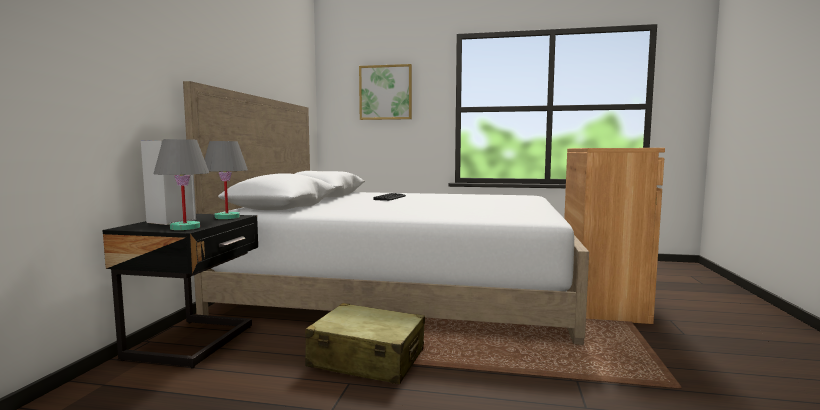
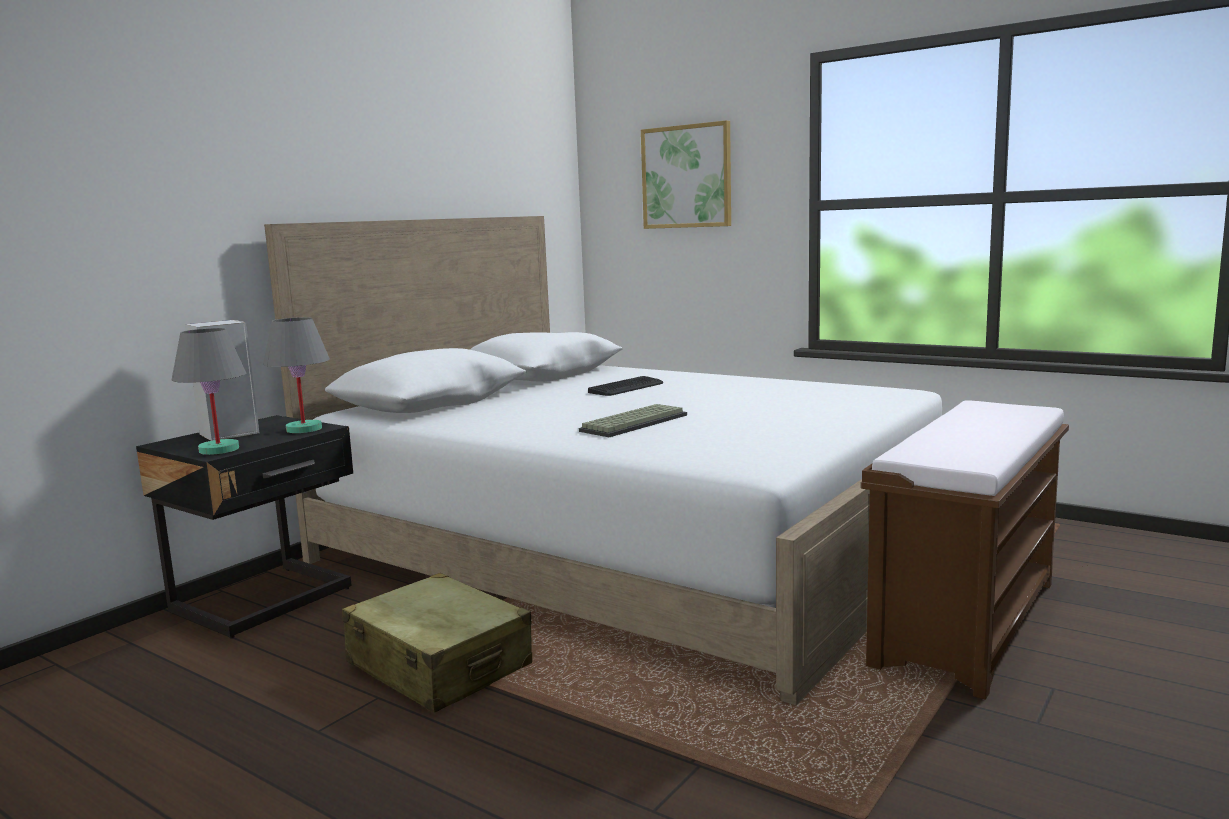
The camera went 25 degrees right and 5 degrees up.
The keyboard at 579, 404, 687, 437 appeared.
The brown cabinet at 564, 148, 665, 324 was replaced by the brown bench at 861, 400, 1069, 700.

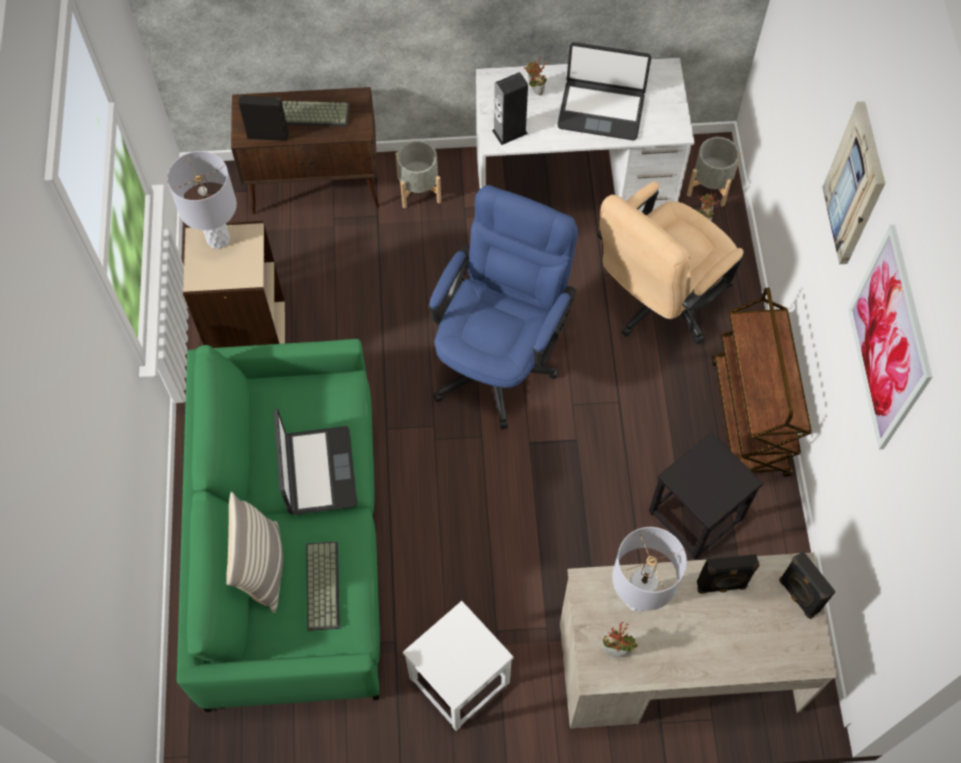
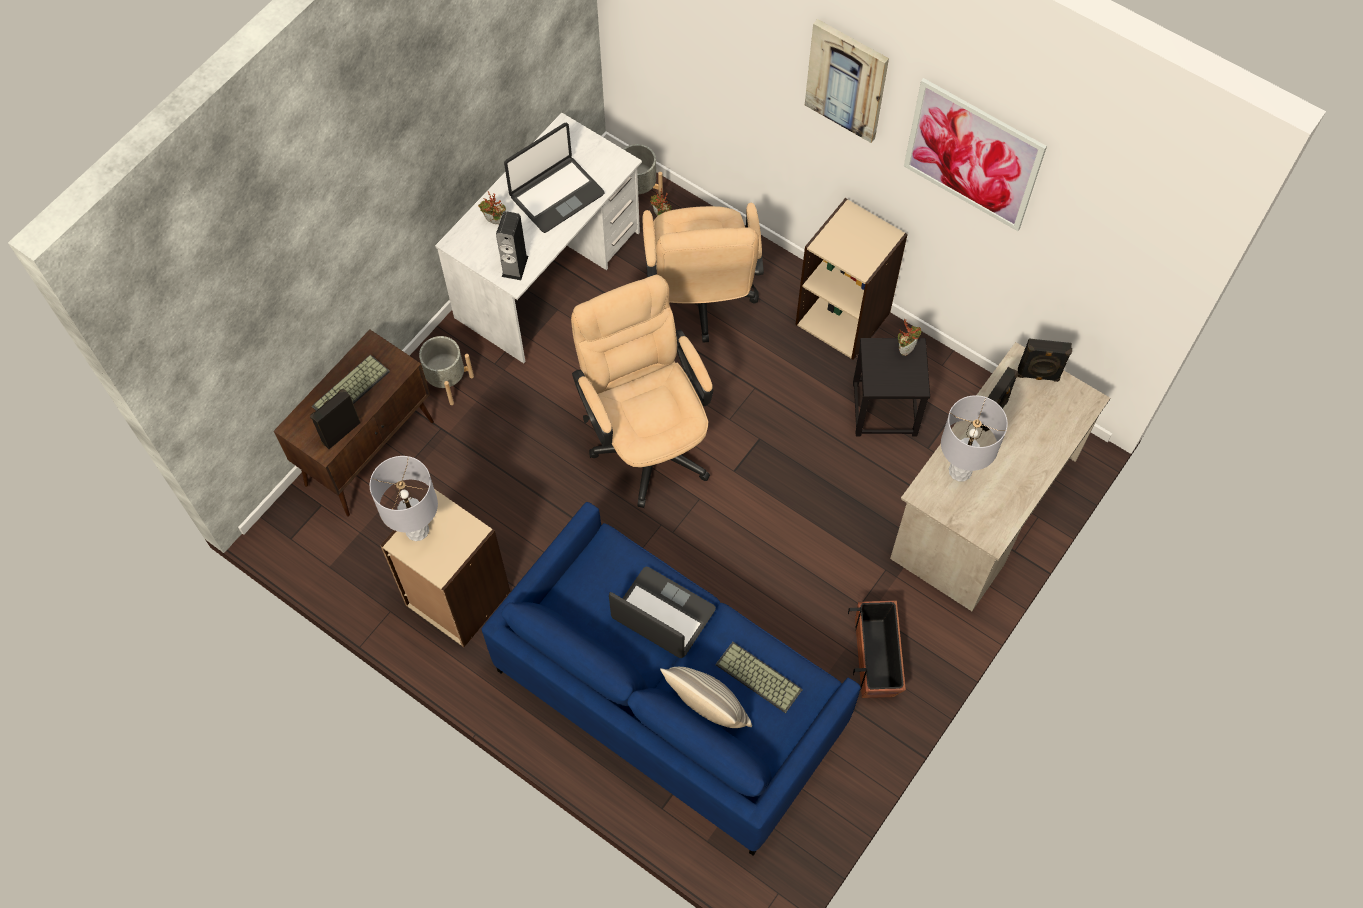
The camera went 50 degrees left and 0 degrees up.
The potted plant moved from 603, 622, 638, 658 to 898, 319, 922, 356.
The white stool at 403, 601, 514, 731 was replaced by the planter at 848, 601, 906, 698.
The brown cart at 711, 288, 812, 477 was replaced by the beige bookcase at 795, 198, 908, 360.
The green sofa at 176, 339, 380, 712 became the blue sofa at 482, 502, 861, 856.
The blue office chair at 429, 185, 578, 429 became the beige office chair at 571, 275, 713, 508.

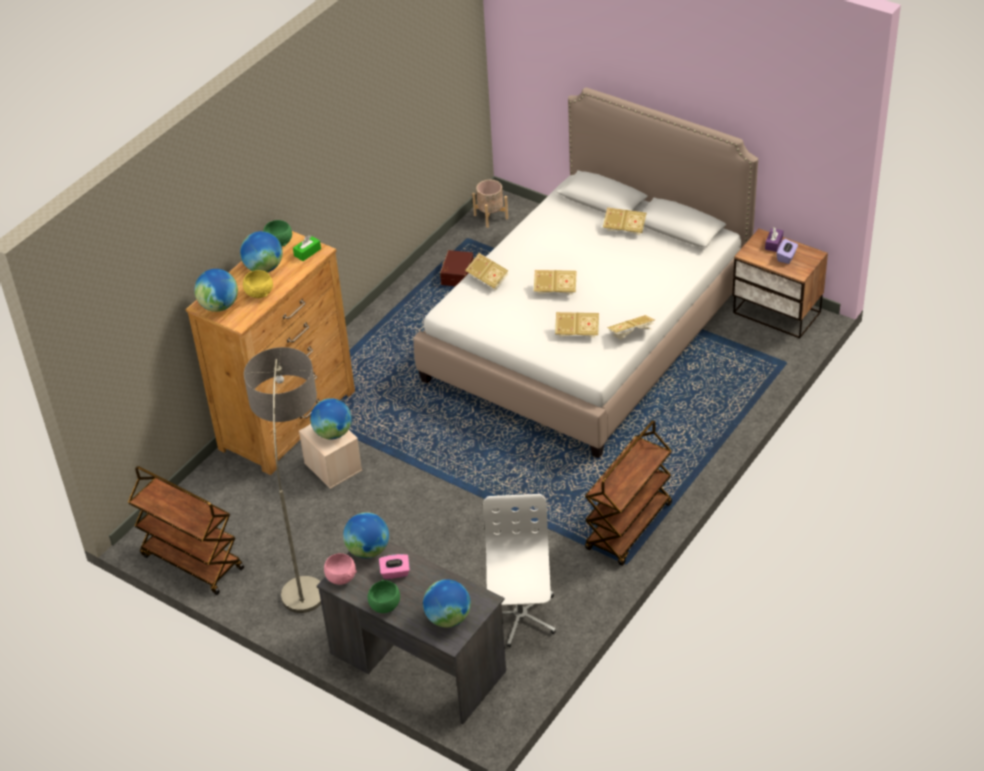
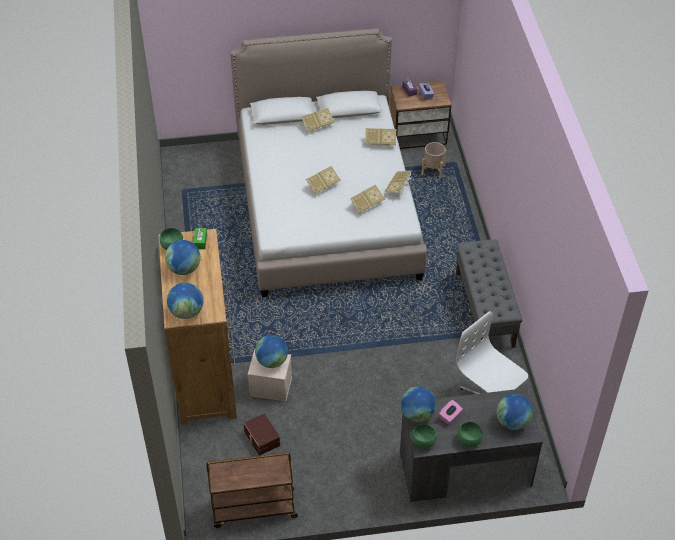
The camera went 45 degrees left and 5 degrees up.
The yellow bowl at 243, 270, 273, 298 disappeared.
The floor lamp at 244, 347, 321, 613 disappeared.
The brown storage box moved from 440, 250, 474, 286 to 244, 414, 280, 456.
The book moved from 465, 253, 508, 291 to 365, 128, 396, 147.
The beige planter moved from 472, 180, 508, 228 to 422, 142, 447, 179.
The brown cart at 585, 420, 672, 566 was replaced by the grey bench at 456, 239, 522, 348.
The pink bowl at 324, 553, 357, 585 became the green bowl at 411, 424, 438, 449.

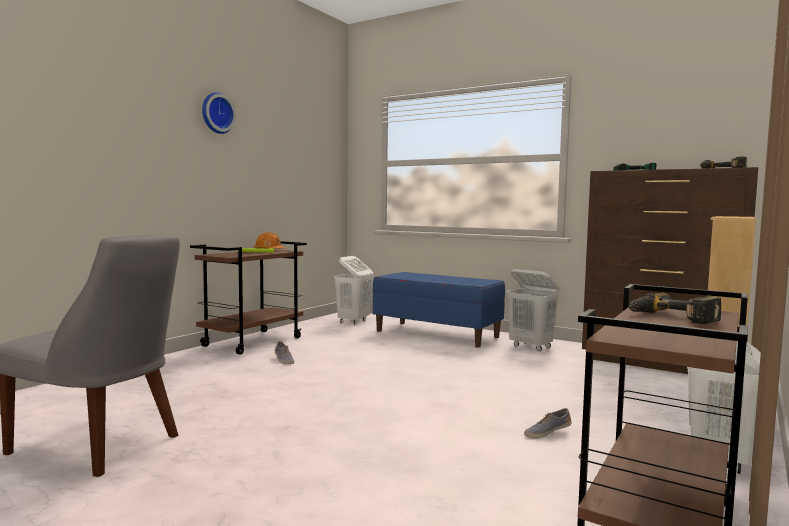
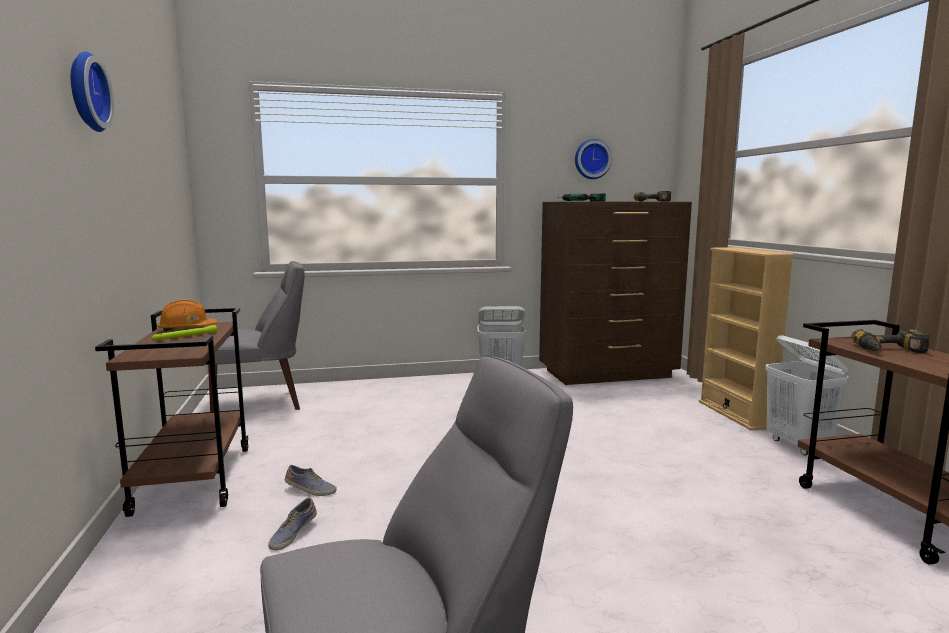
The camera went 45 degrees left and 5 degrees up.
The blue bench at 373, 272, 505, 347 disappeared.
The wall clock at 575, 139, 612, 179 appeared.
The shoe moved from 524, 408, 572, 439 to 268, 497, 317, 550.
The white laundry basket at 334, 256, 373, 325 was replaced by the grey chair at 207, 261, 305, 412.

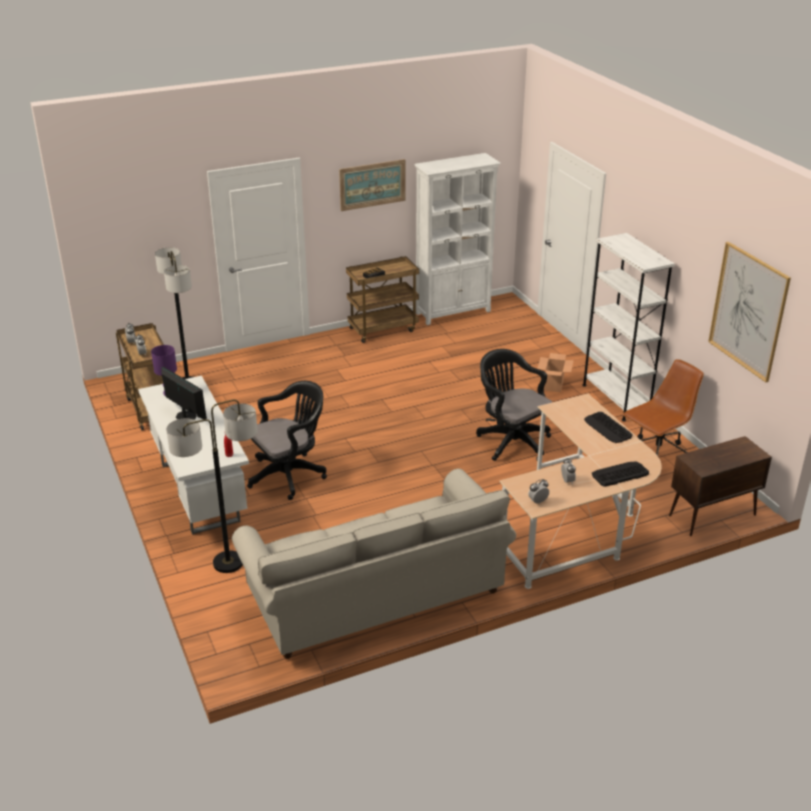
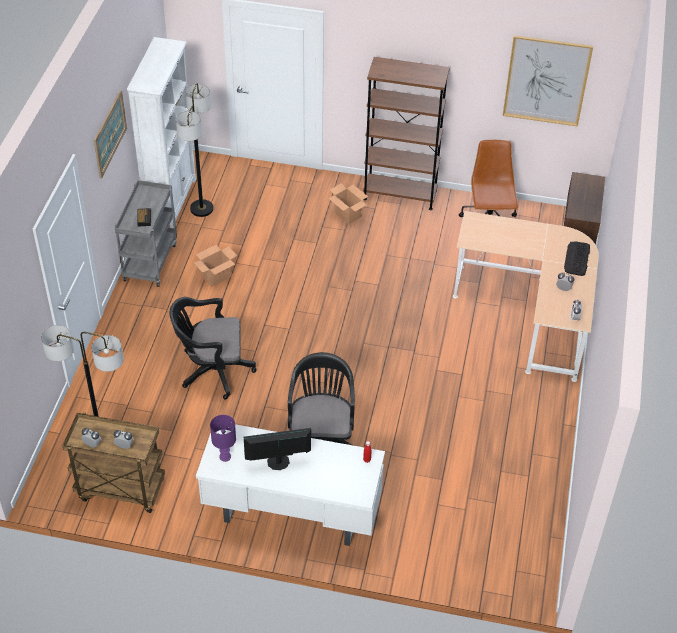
The camera went 55 degrees left and 15 degrees up.
The beige sofa at 232, 469, 516, 659 disappeared.
The keyboard at 584, 412, 633, 443 disappeared.
The cardboard box at 194, 245, 237, 287 appeared.
The floor lamp moved from 166, 399, 258, 573 to 176, 83, 213, 217.
The black office chair moved from 476, 349, 552, 461 to 169, 297, 256, 400.
The brown cart at 346, 256, 419, 343 became the grey cart at 115, 180, 177, 287.
The white bookcase at 582, 233, 675, 422 became the brown bookcase at 363, 57, 450, 210.

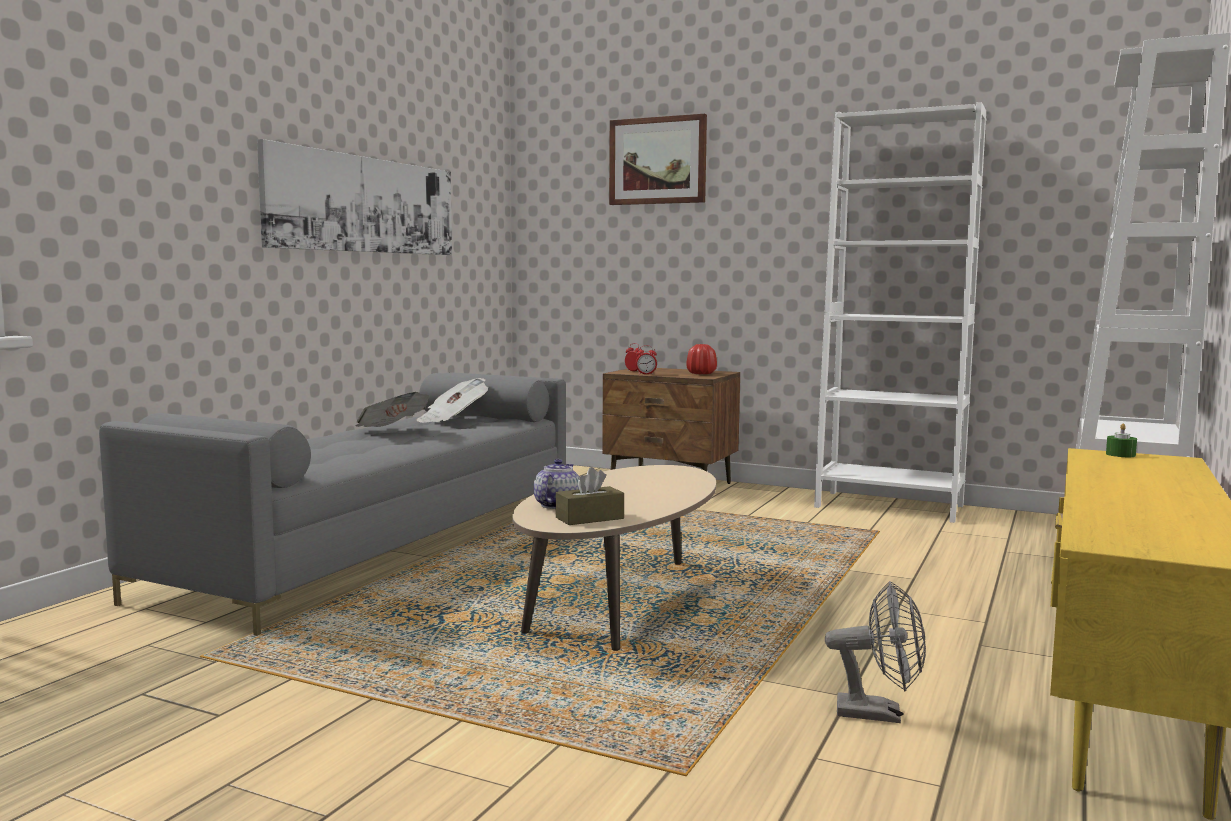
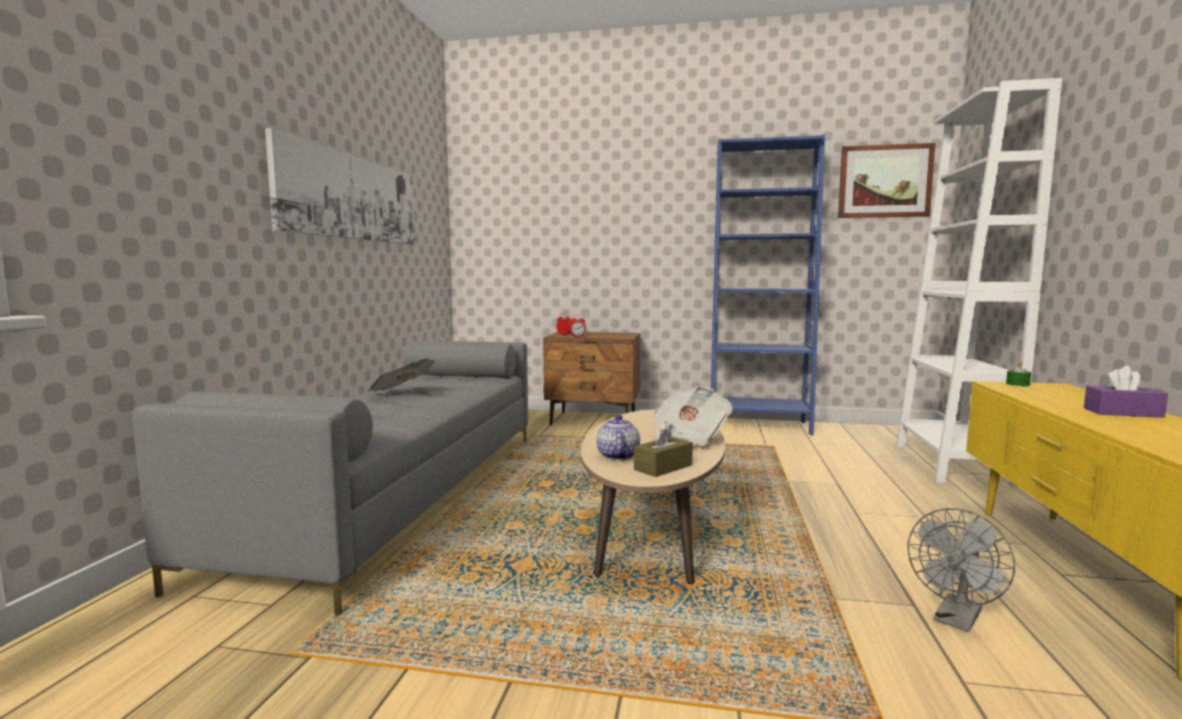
The camera went 15 degrees left and 0 degrees up.
The red vase at 687, 344, 717, 374 disappeared.
The purple tissue box at 1084, 366, 1168, 418 appeared.
The newspaper moved from 417, 378, 488, 423 to 652, 386, 733, 446.
The picture moved from 609, 114, 707, 205 to 838, 143, 935, 218.
The white bookcase at 814, 102, 986, 523 became the blue bookcase at 711, 135, 825, 435.
The grey fan at 825, 581, 926, 723 turned 135 degrees clockwise.

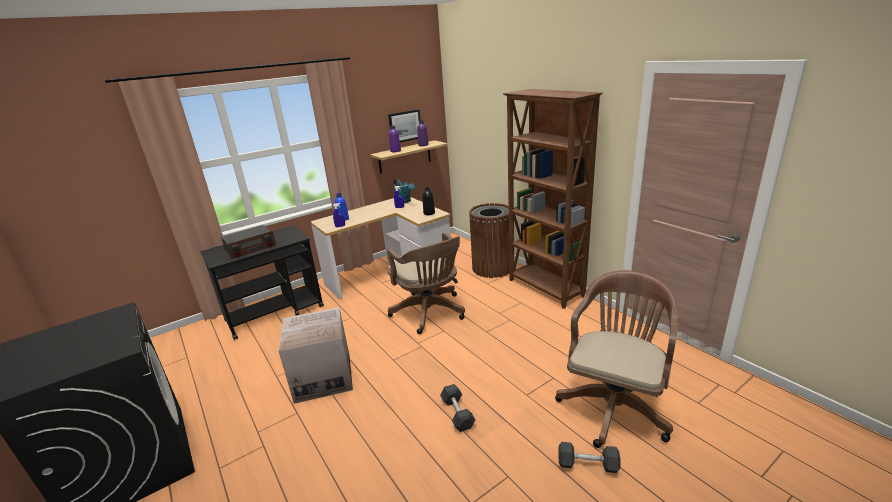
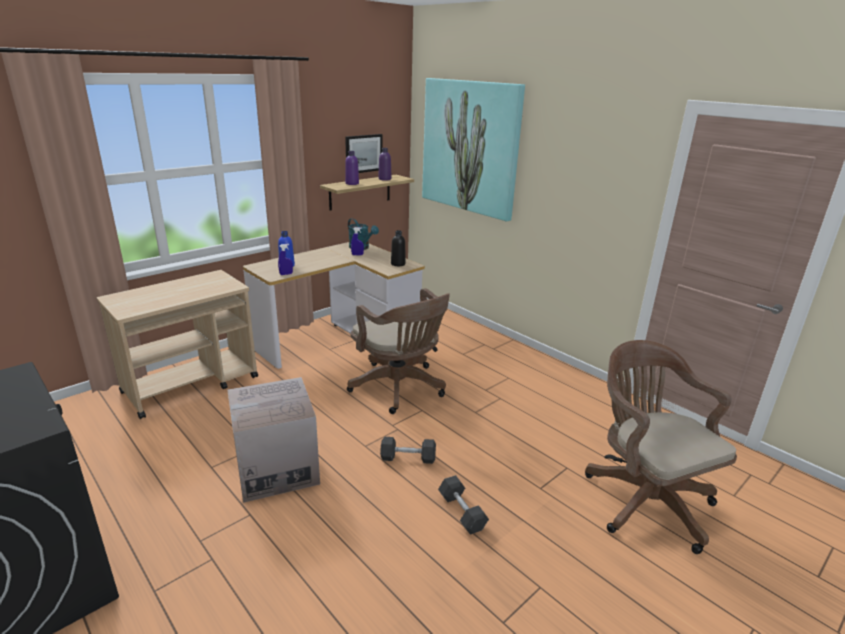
The camera went 10 degrees left and 0 degrees up.
The radio at 221, 225, 276, 259 disappeared.
The brown trash can at 469, 203, 509, 278 disappeared.
The brown bookcase at 503, 89, 603, 309 disappeared.
The picture at 422, 78, 525, 221 appeared.
The grey dumbbell moved from 558, 442, 620, 473 to 380, 437, 436, 464.
The black cart at 201, 225, 324, 340 became the beige cart at 97, 270, 258, 419.
The brown office chair at 555, 270, 678, 448 turned 45 degrees counterclockwise.

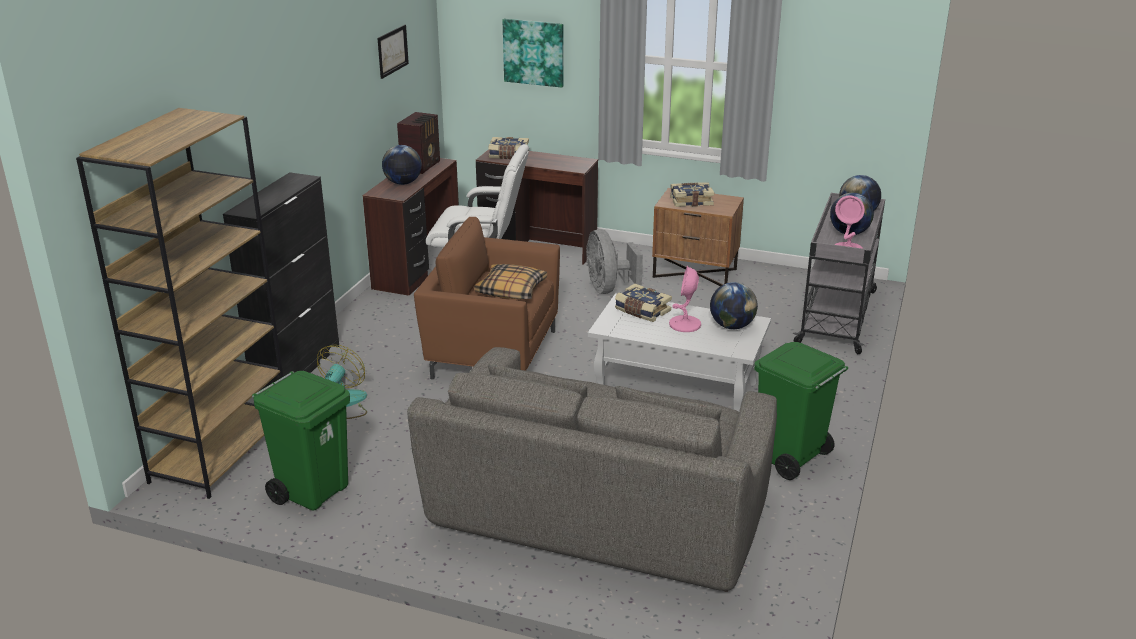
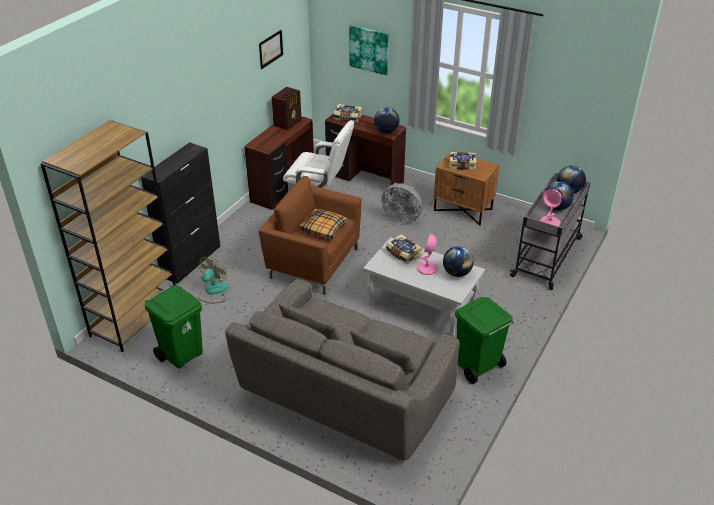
The camera went 10 degrees right and 10 degrees up.
The globe moved from 382, 145, 422, 185 to 374, 107, 400, 133.
The grey fan at 586, 229, 643, 294 turned 60 degrees counterclockwise.

